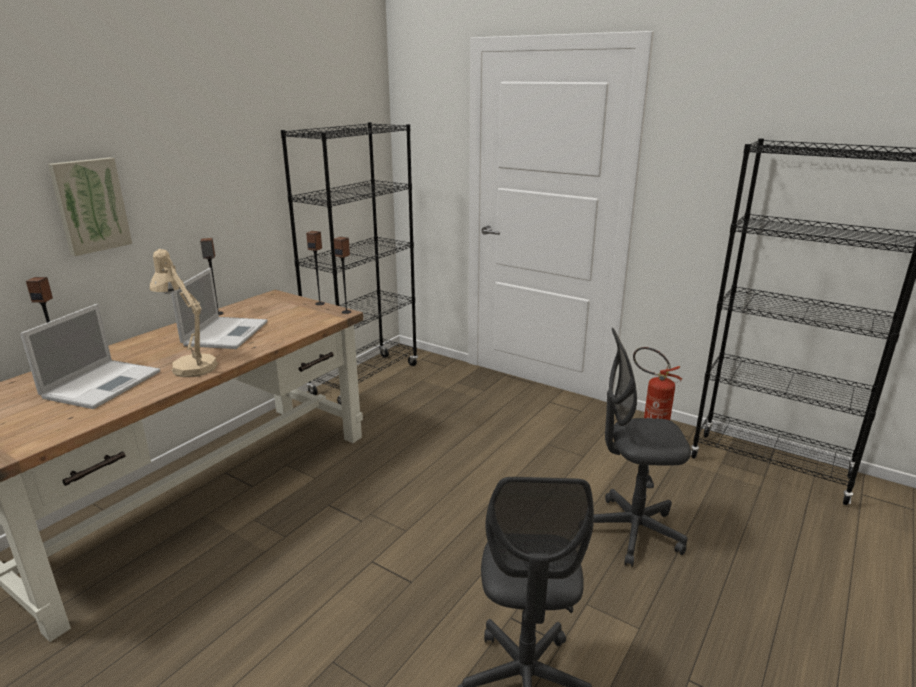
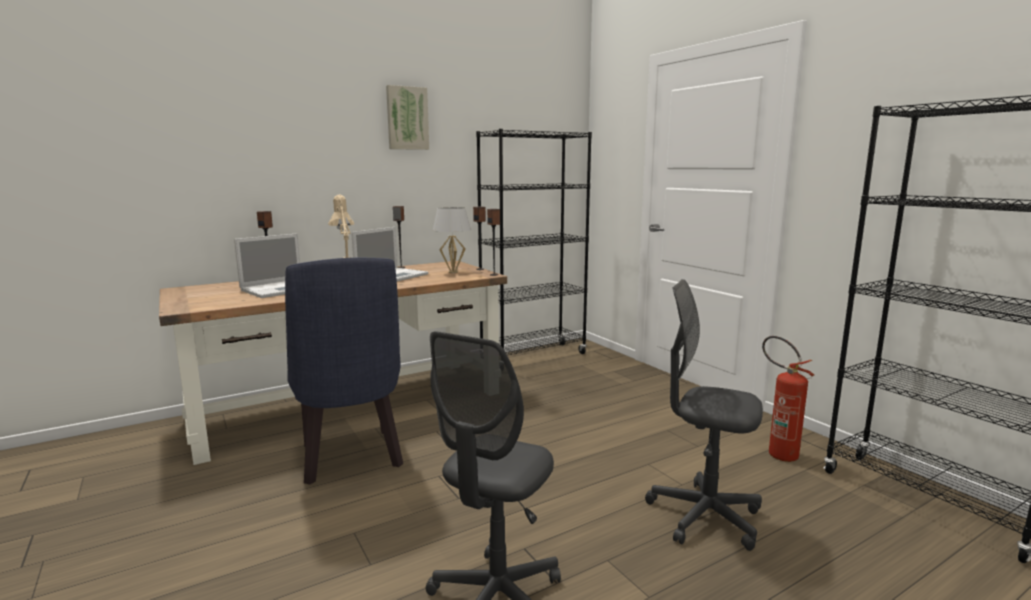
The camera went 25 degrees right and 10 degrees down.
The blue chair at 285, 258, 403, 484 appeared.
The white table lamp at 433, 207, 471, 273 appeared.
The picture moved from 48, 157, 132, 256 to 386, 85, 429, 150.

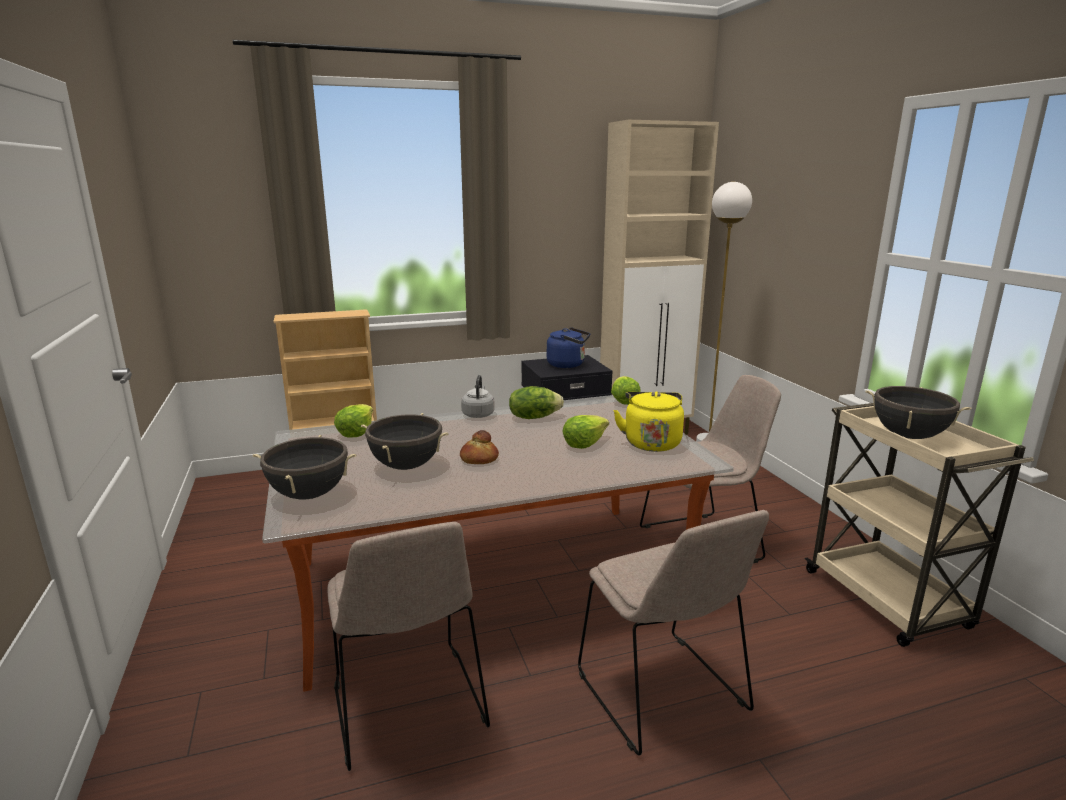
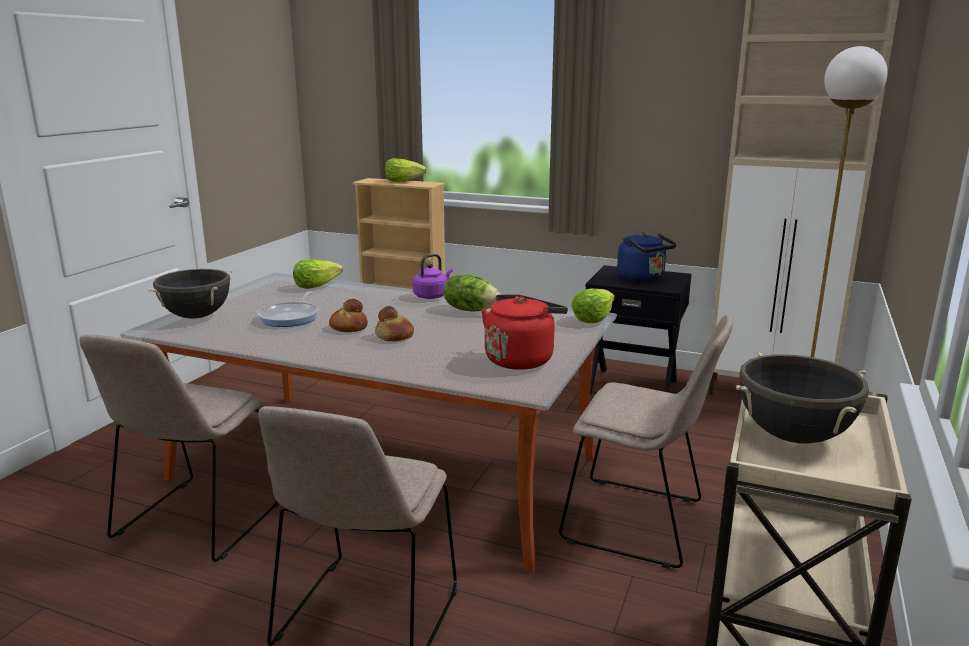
The camera went 40 degrees right and 0 degrees up.
The bread at 375, 306, 414, 341 appeared.
The lettuce moved from 562, 415, 609, 449 to 385, 158, 427, 182.
The black cooking pot at 361, 413, 449, 470 was replaced by the frying pan at 257, 291, 319, 327.
The grey kettle at 461, 375, 495, 418 became the purple kettle at 412, 254, 453, 299.
The yellow kettle at 613, 391, 684, 452 became the red kettle at 481, 294, 568, 370.

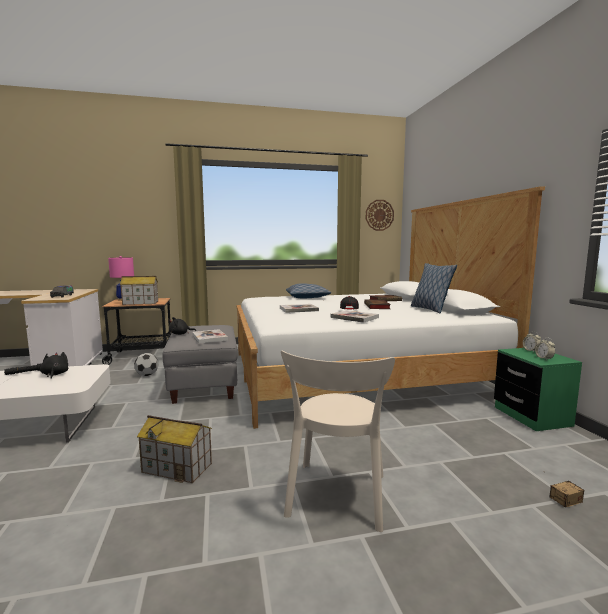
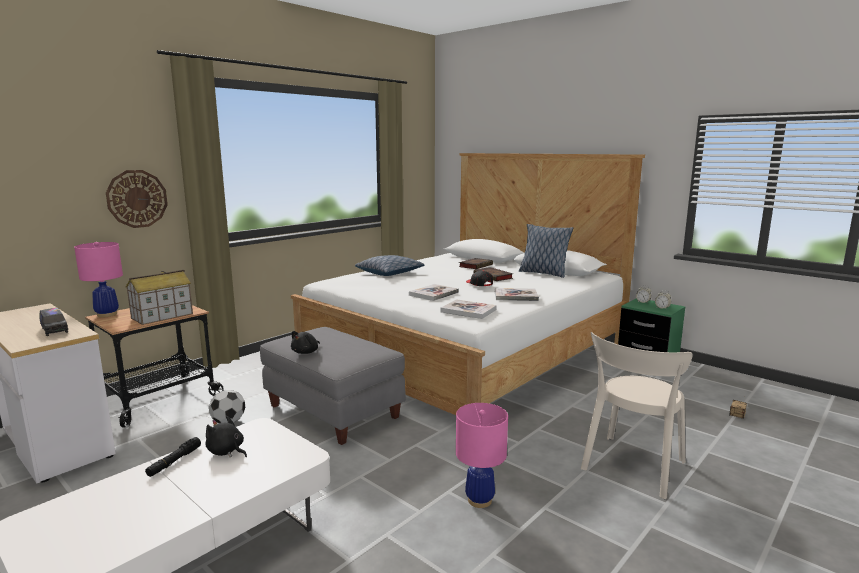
The camera went 35 degrees left and 5 degrees up.
The book moved from 192, 329, 228, 343 to 440, 299, 497, 319.
The wall clock moved from 366, 200, 394, 231 to 106, 170, 168, 228.
The toy house at 137, 415, 212, 483 was replaced by the pink table lamp at 456, 403, 508, 508.
The beige chair at 281, 351, 395, 532 turned 60 degrees clockwise.

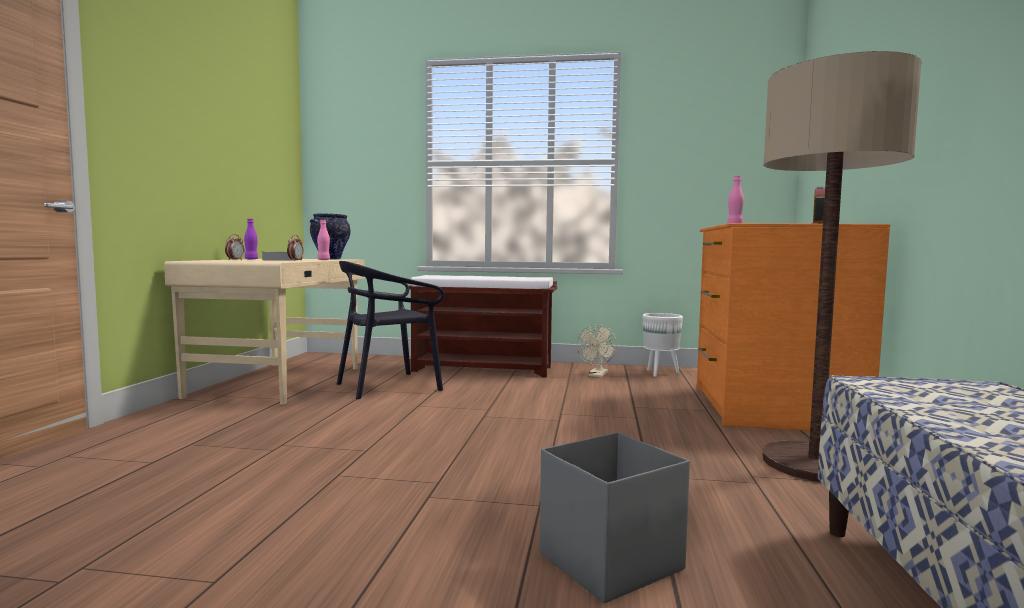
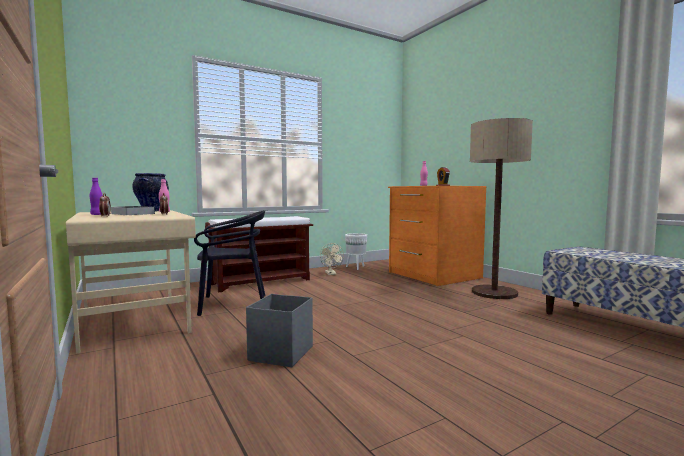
The camera went 40 degrees left and 0 degrees up.
The grey storage box moved from 539, 432, 690, 604 to 246, 294, 313, 367.
The black chair at 337, 261, 444, 400 turned 120 degrees counterclockwise.

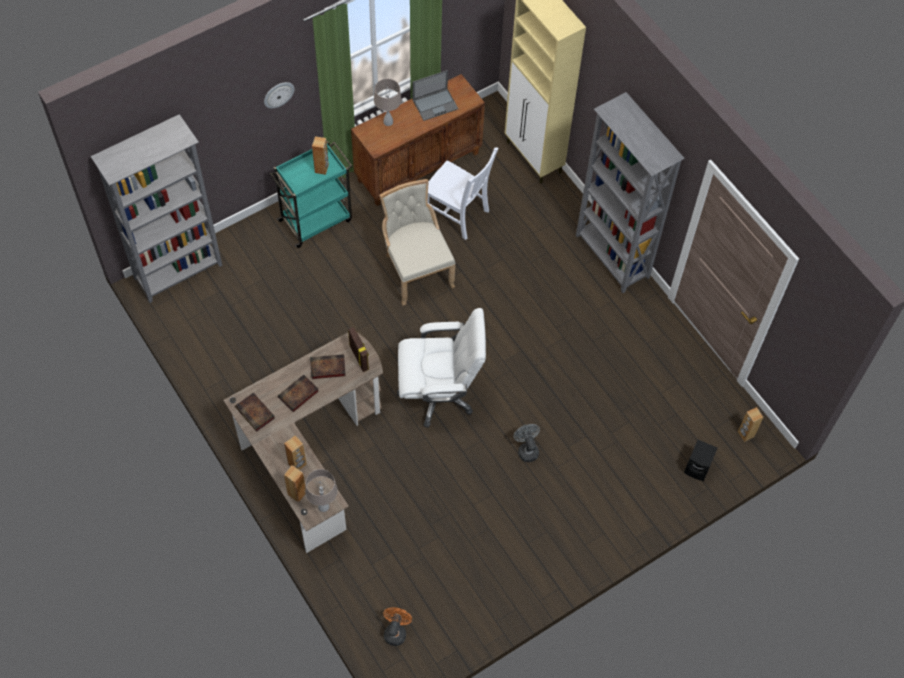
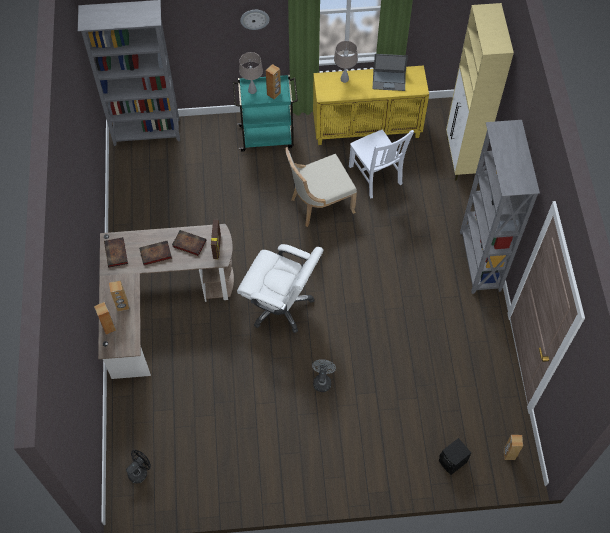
The camera went 30 degrees right and 0 degrees up.
The beige table lamp moved from 305, 469, 338, 512 to 239, 52, 263, 94.
The brown cabinet at 351, 74, 485, 206 became the yellow cabinet at 313, 66, 429, 145.
The orange fan at 383, 607, 412, 646 became the black fan at 126, 450, 151, 483.
The beige chair at 379, 179, 456, 305 turned 120 degrees counterclockwise.

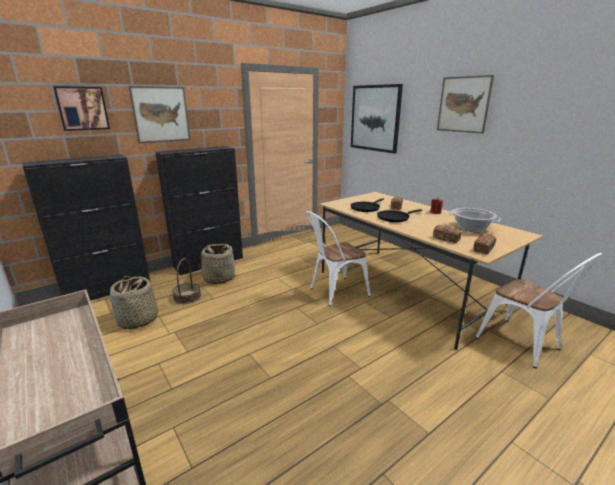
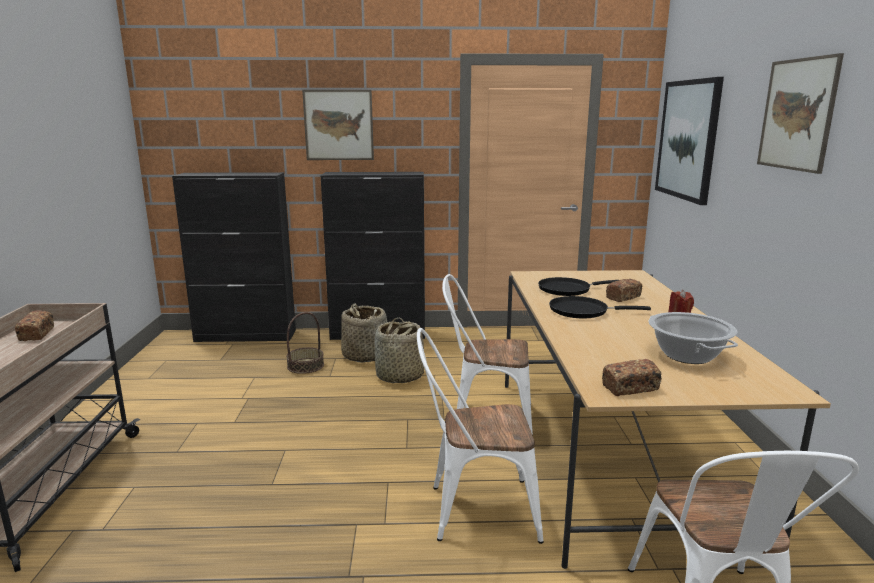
The camera went 35 degrees right and 5 degrees down.
The picture at 53, 86, 110, 131 disappeared.
The white chair at 417, 328, 543, 544 appeared.
The basket moved from 110, 276, 158, 329 to 374, 318, 424, 383.
The bread moved from 433, 225, 462, 243 to 15, 310, 54, 341.

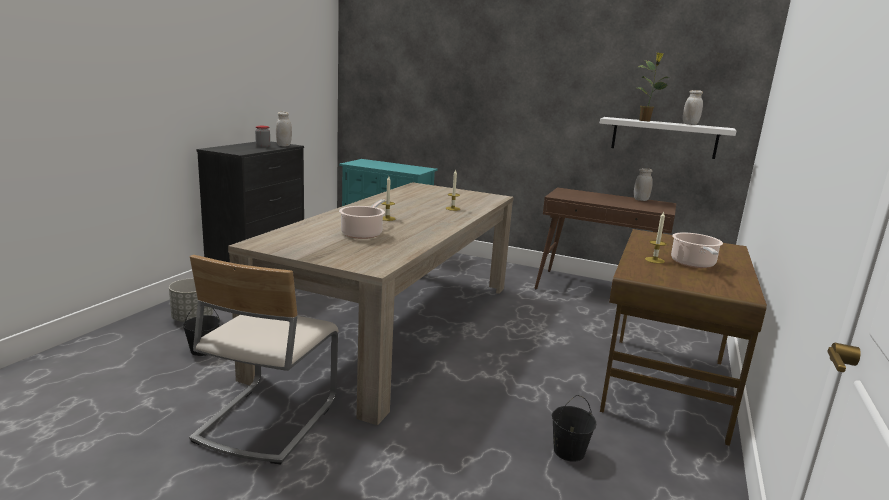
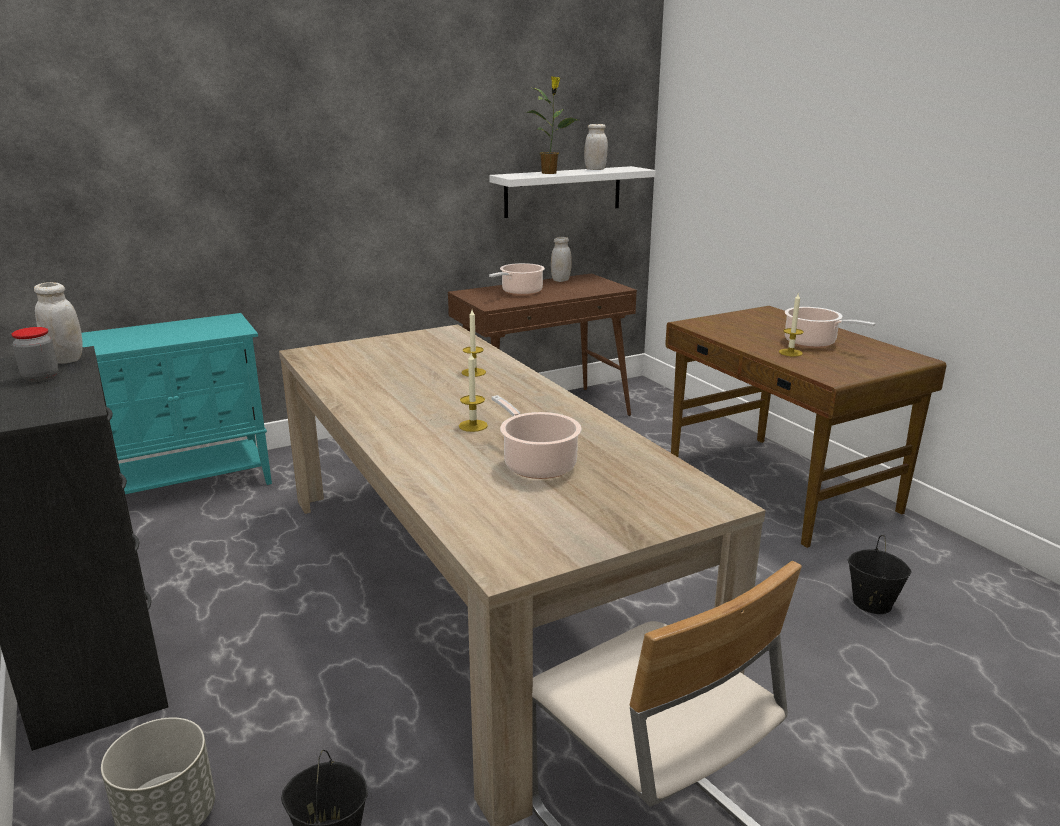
The camera went 50 degrees left and 5 degrees up.
The cooking pot at 489, 263, 545, 295 appeared.

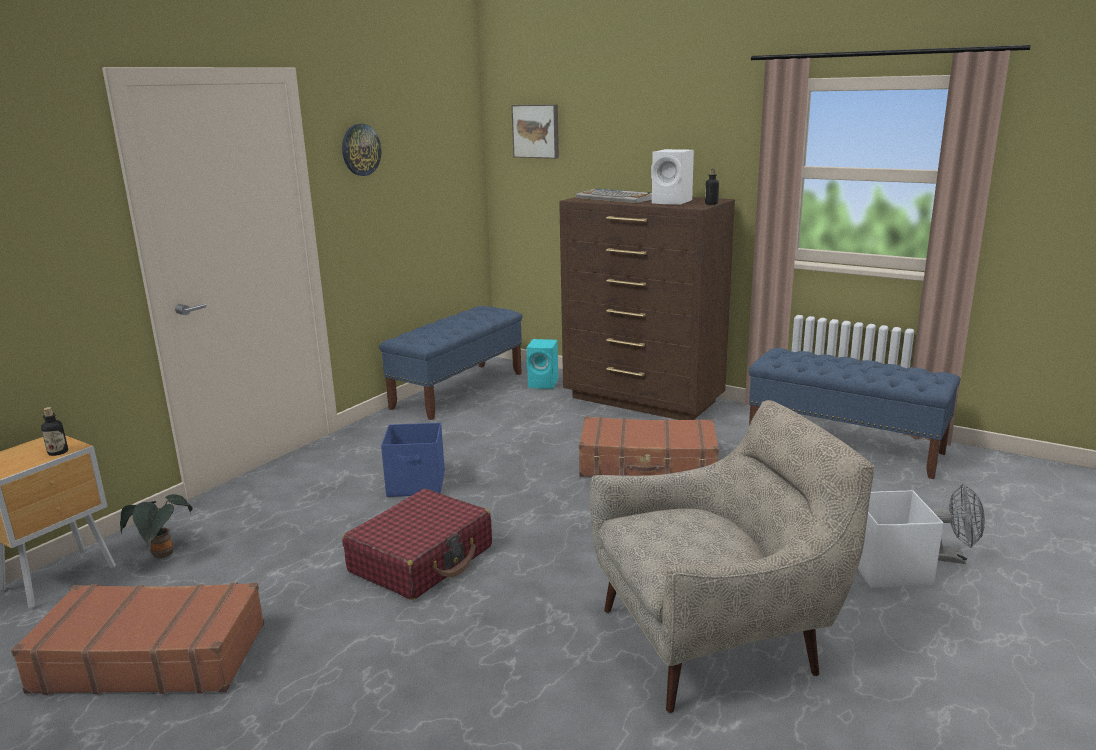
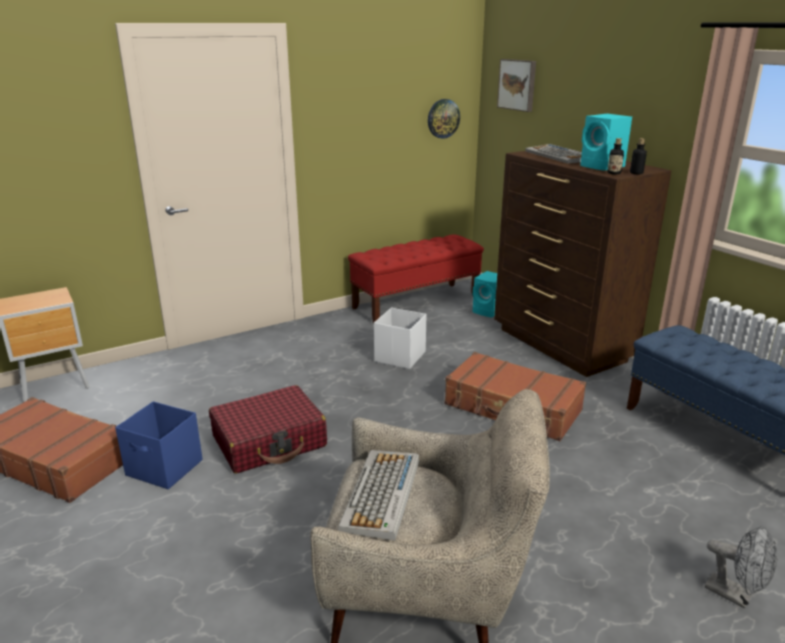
The camera went 25 degrees right and 5 degrees up.
The potted plant at 120, 494, 192, 558 disappeared.
The keyboard at 337, 450, 419, 541 appeared.
The bottle moved from 41, 407, 68, 456 to 607, 138, 624, 174.
The wall clock moved from 342, 124, 381, 176 to 428, 99, 460, 139.
The blue storage box moved from 381, 423, 445, 497 to 115, 401, 202, 489.
The white storage box moved from 858, 490, 944, 588 to 374, 307, 426, 369.
The blue bench at 379, 306, 522, 420 became the red bench at 348, 235, 484, 324.
The white speaker at 651, 149, 694, 205 became the turquoise speaker at 580, 114, 632, 171.

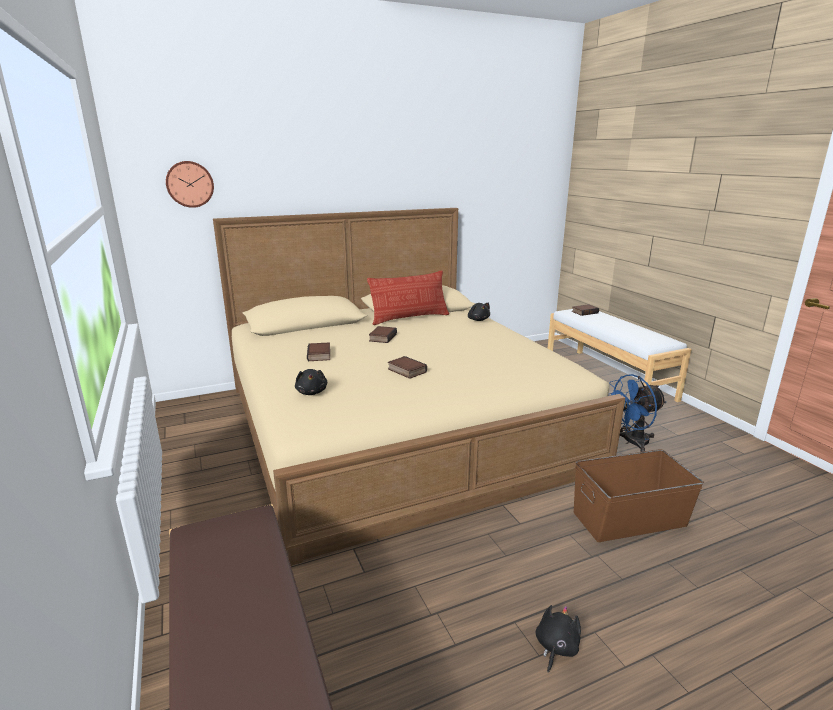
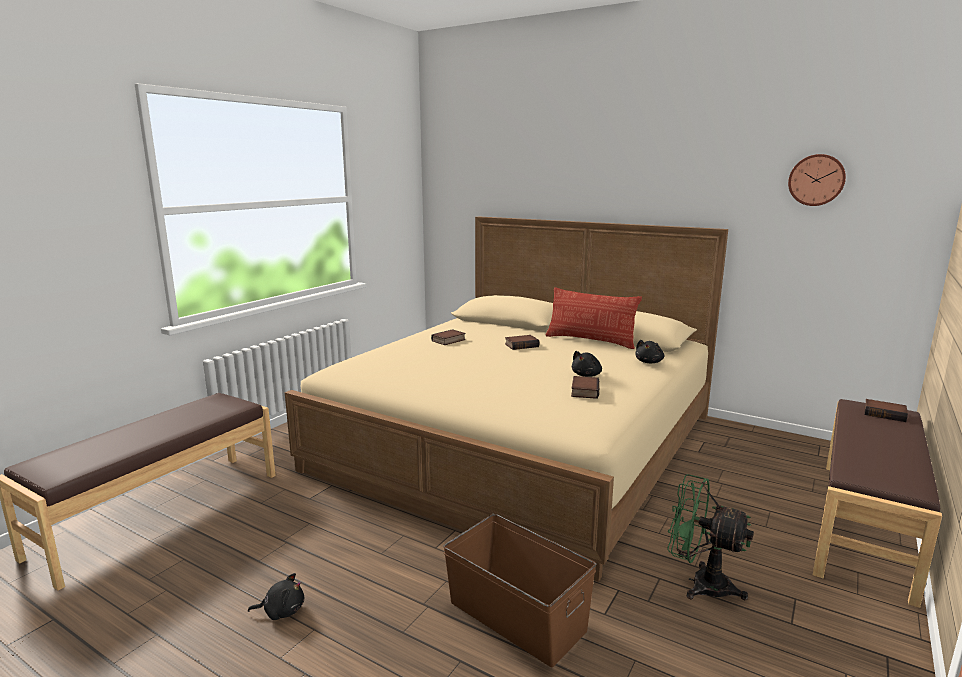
The camera went 55 degrees right and 5 degrees down.
The wall clock moved from 166, 161, 214, 208 to 788, 154, 846, 206.
The black plush toy moved from 295, 369, 327, 395 to 572, 351, 602, 377.
The book moved from 388, 356, 427, 379 to 571, 376, 599, 399.
The white bench at 548, 309, 691, 402 became the brown bench at 813, 399, 942, 608.
The blue fan at 608, 374, 667, 452 became the green fan at 667, 474, 754, 601.

